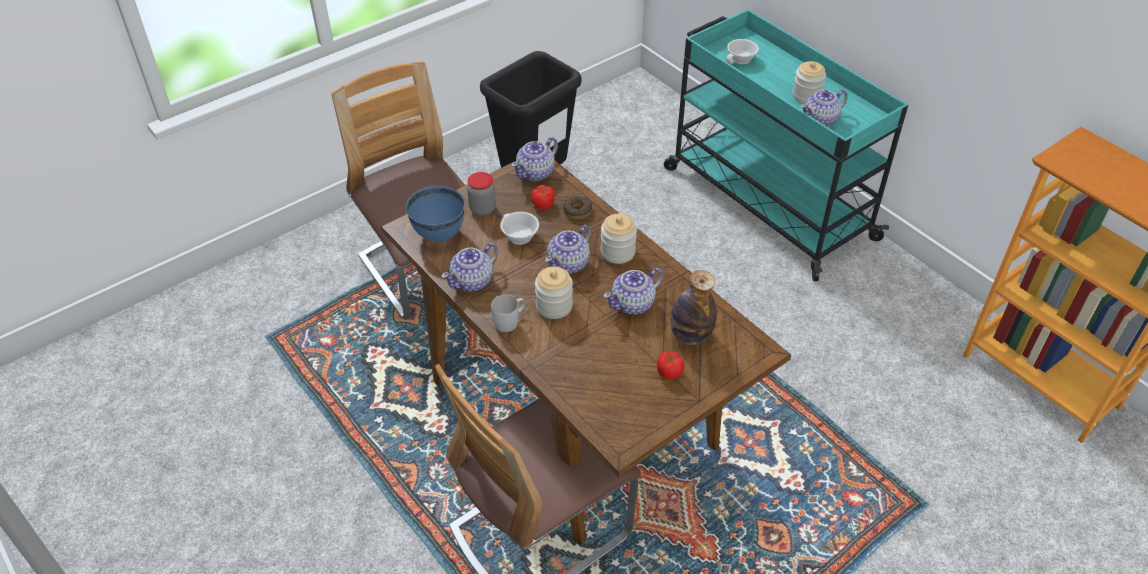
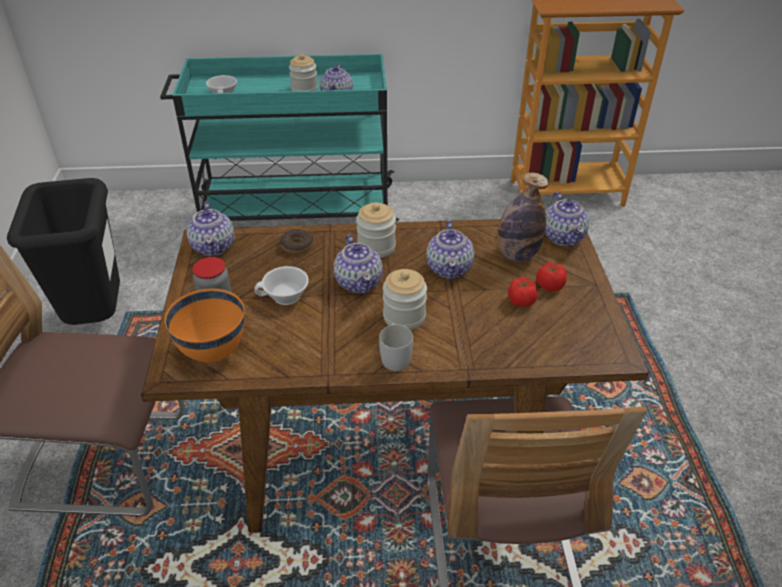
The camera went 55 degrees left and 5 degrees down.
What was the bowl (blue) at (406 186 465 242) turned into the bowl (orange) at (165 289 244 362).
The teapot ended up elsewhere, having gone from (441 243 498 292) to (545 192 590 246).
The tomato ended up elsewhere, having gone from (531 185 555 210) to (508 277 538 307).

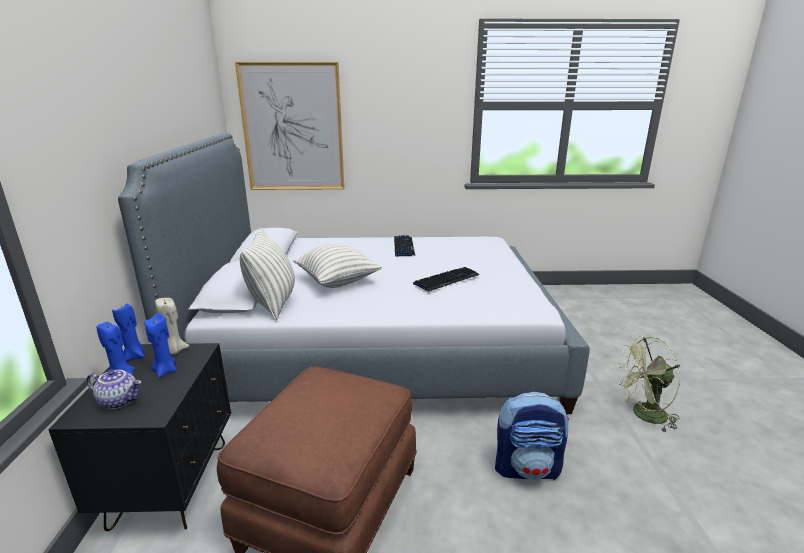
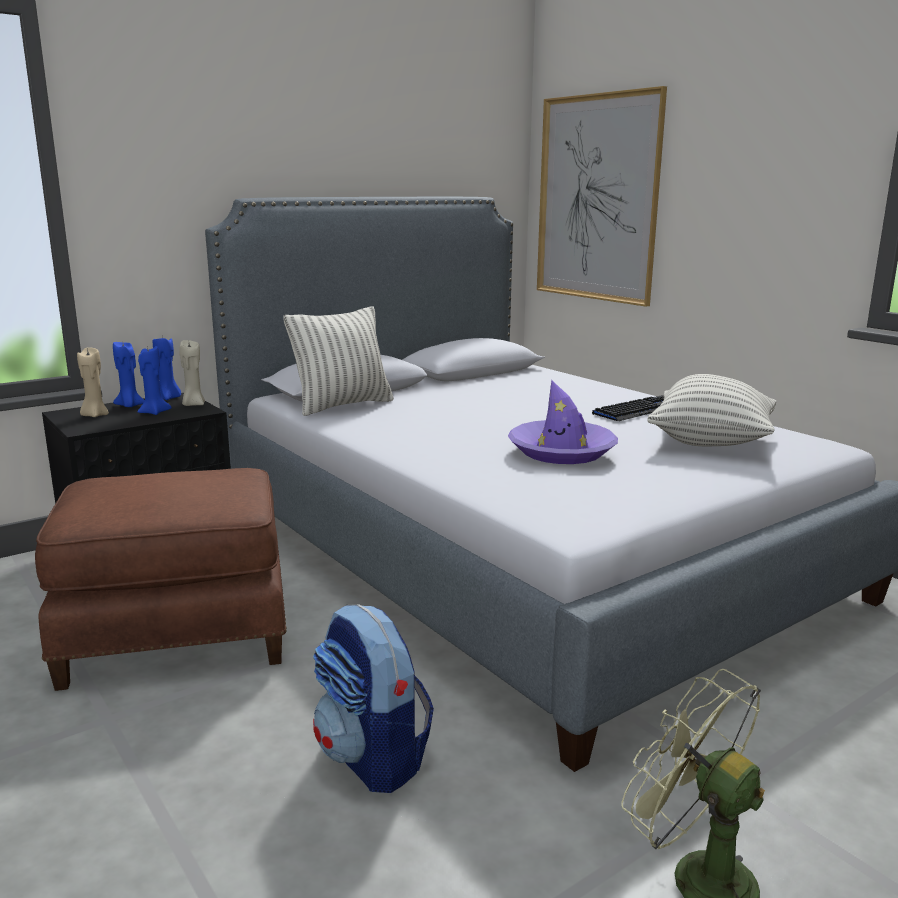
The camera went 55 degrees right and 5 degrees down.
Where the teapot stood at (86 370 141 409), the candle (beige) came to stand at (77 347 109 417).
The pillow ended up elsewhere, having gone from (293 244 382 288) to (647 374 777 446).
Where the keyboard stood at (413 267 479 292), the hat (purple) came to stand at (508 380 618 464).

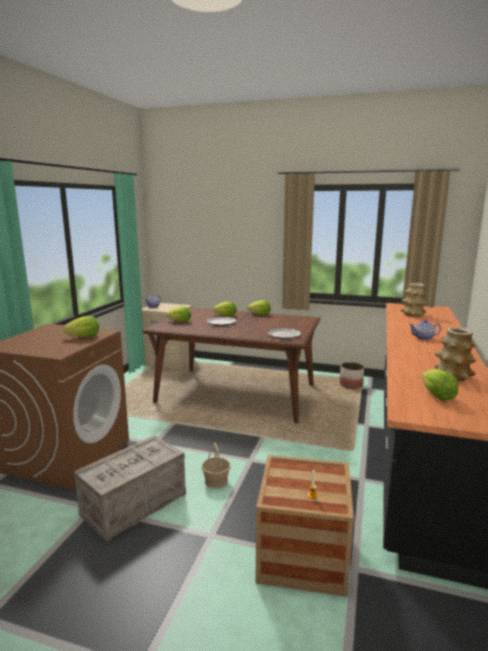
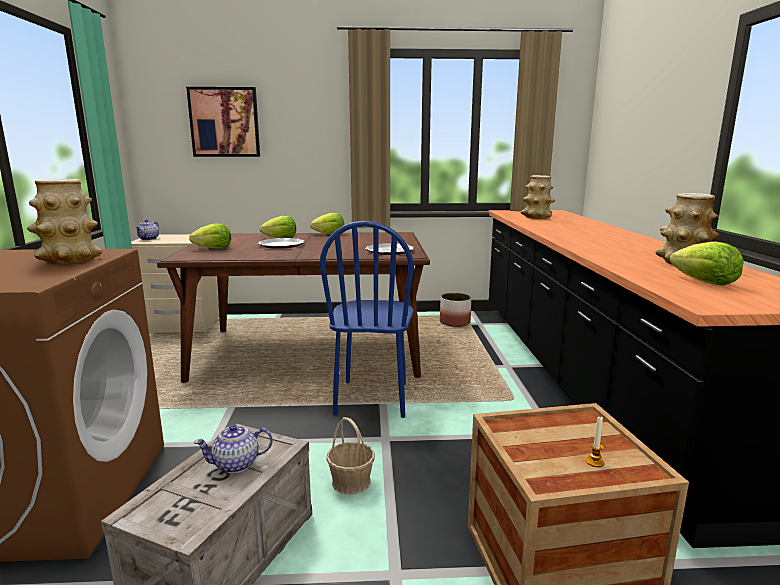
The camera went 20 degrees left and 0 degrees up.
Where the lettuce stood at (63 316 99 337), the vase came to stand at (27 179 103 264).
The teapot ended up elsewhere, having gone from (409 320 441 340) to (194 425 273 473).
The second view gained the picture at (186 87 260 157).
The second view gained the chair (blue) at (320 221 414 418).

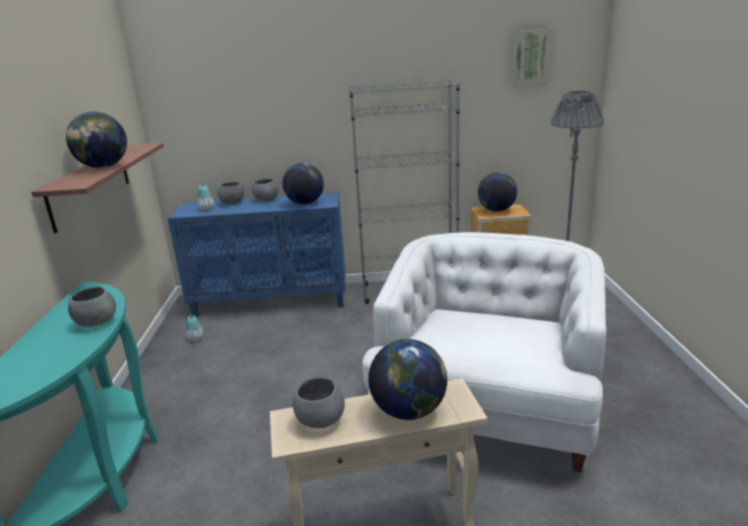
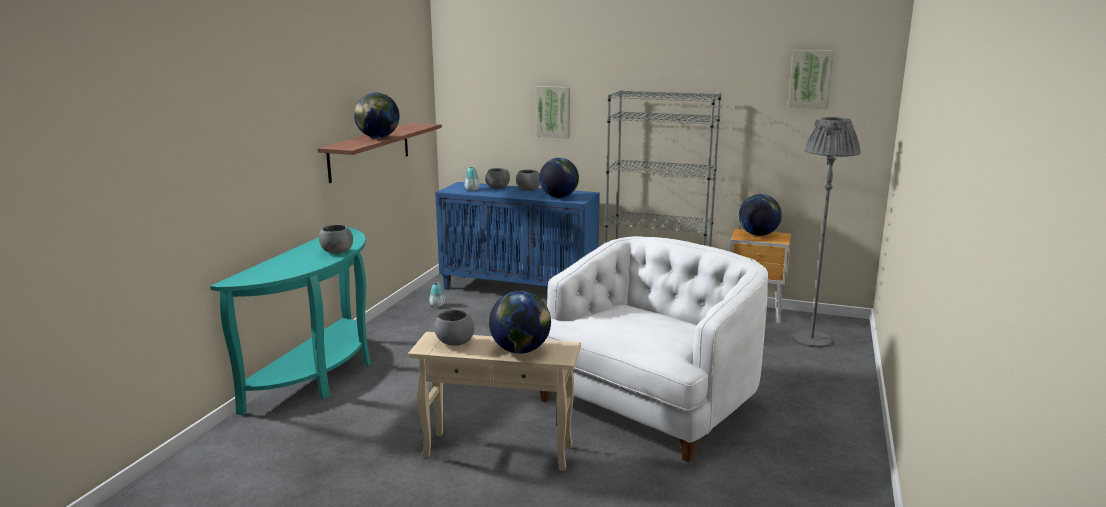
The camera went 20 degrees right and 5 degrees down.
The second view gained the picture at (536 86 570 138).

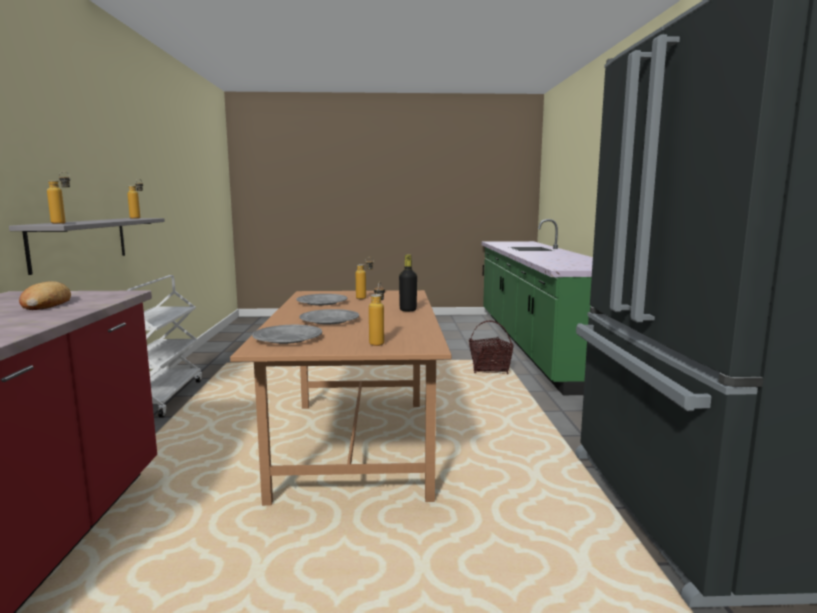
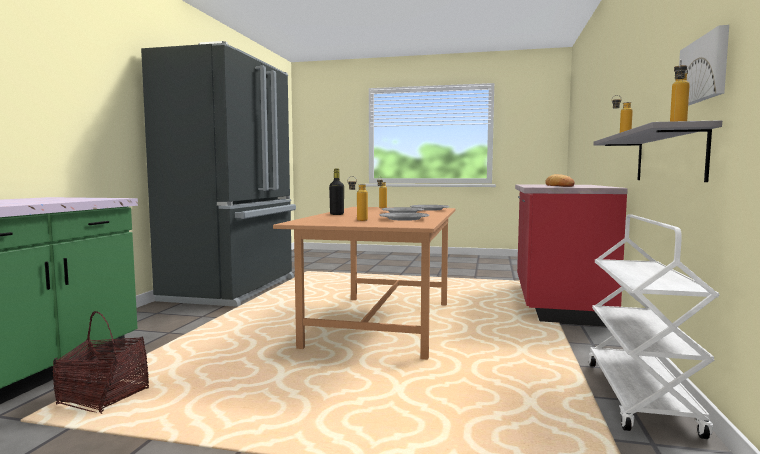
The camera went 165 degrees left and 5 degrees down.
The second view gained the picture at (679 25 729 106).

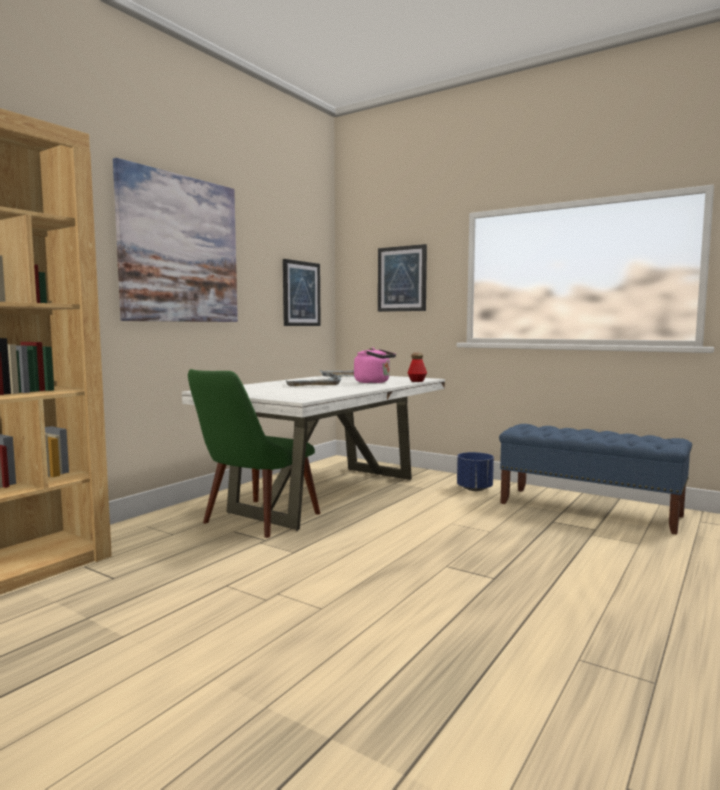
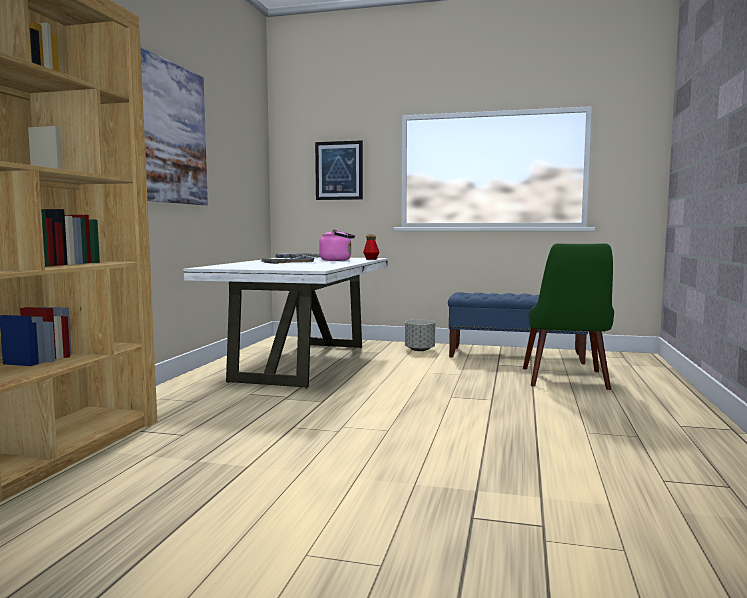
The camera went 20 degrees left and 0 degrees up.
The chair (green) ended up elsewhere, having gone from (188 369 320 538) to (523 243 614 390).
The second view lost the picture at (283 259 321 326).
What was the planter (blue) at (457 452 494 491) turned into the planter (grey) at (405 320 435 351).

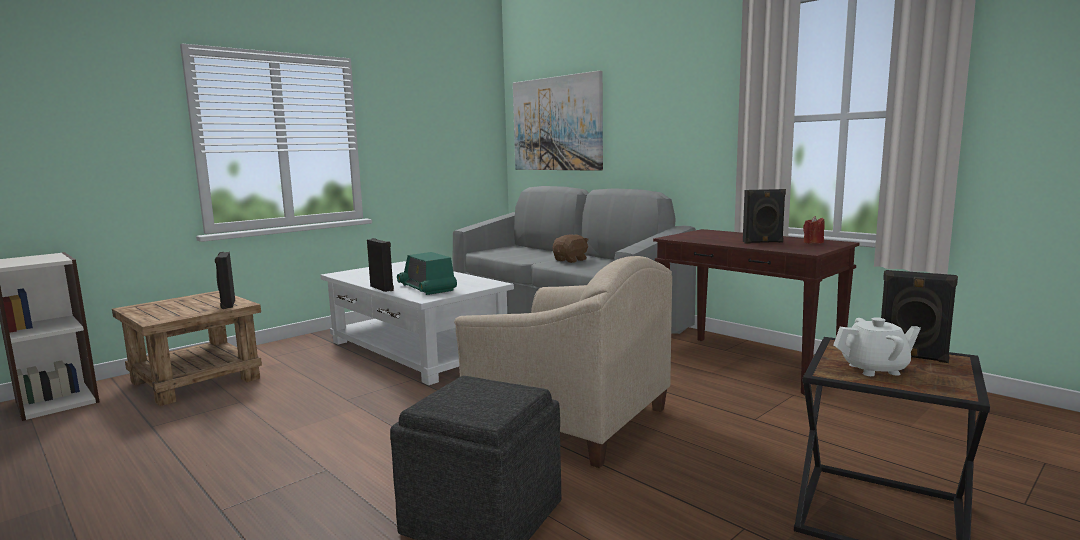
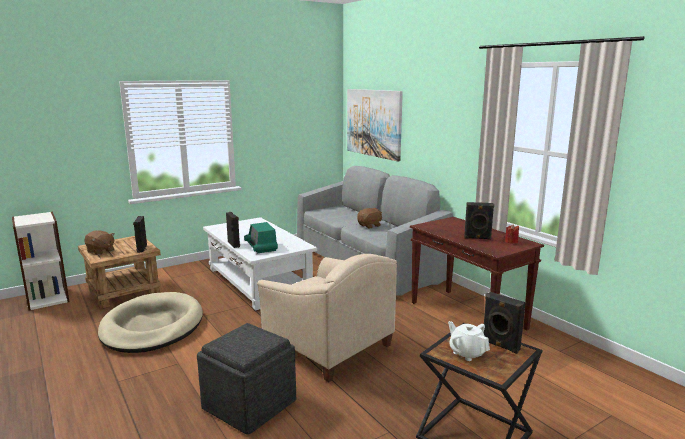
The camera went 10 degrees right and 5 degrees up.
The teapot (white) at (833 317 921 376) ended up facing another way, 135 degrees counterclockwise from before.
The second view gained the plush toy (brown) at (84 230 115 255).
The second view gained the dog bed (beige) at (98 292 203 353).

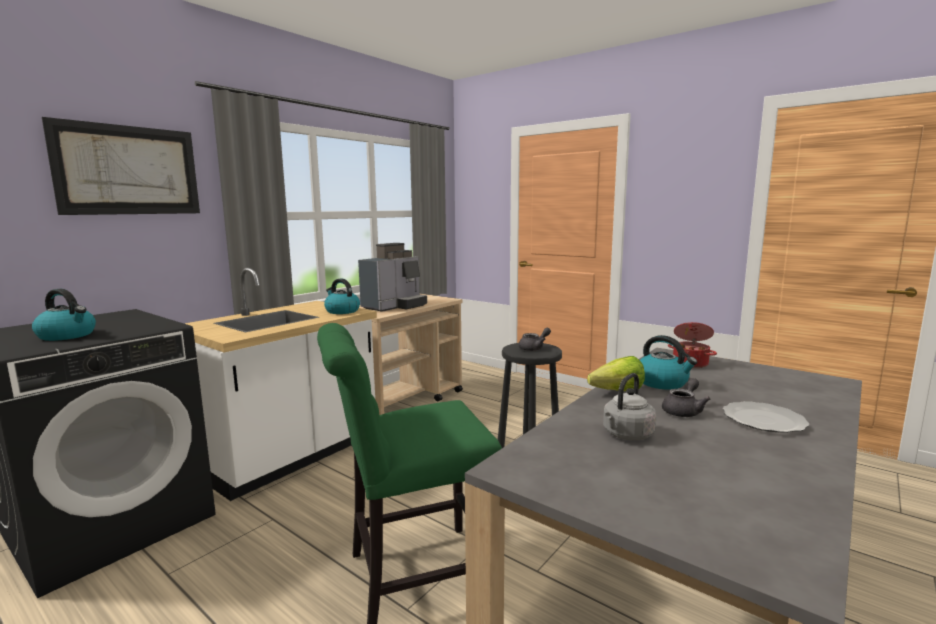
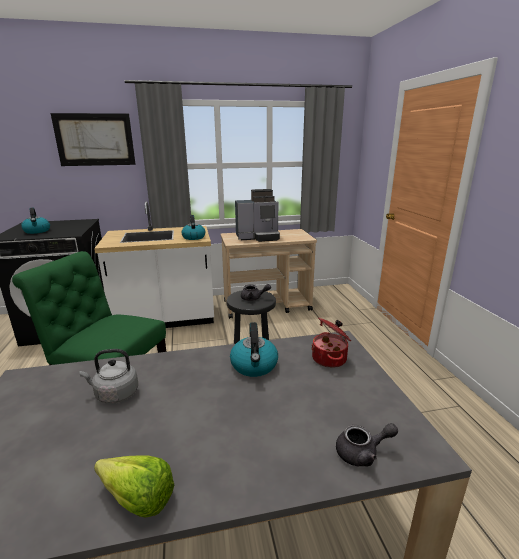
The camera went 40 degrees right and 10 degrees up.
The lettuce ended up elsewhere, having gone from (587 356 645 391) to (94 456 174 517).
The teapot (grey) ended up elsewhere, having gone from (662 378 710 417) to (336 423 398 467).
The second view lost the plate at (723 401 809 433).

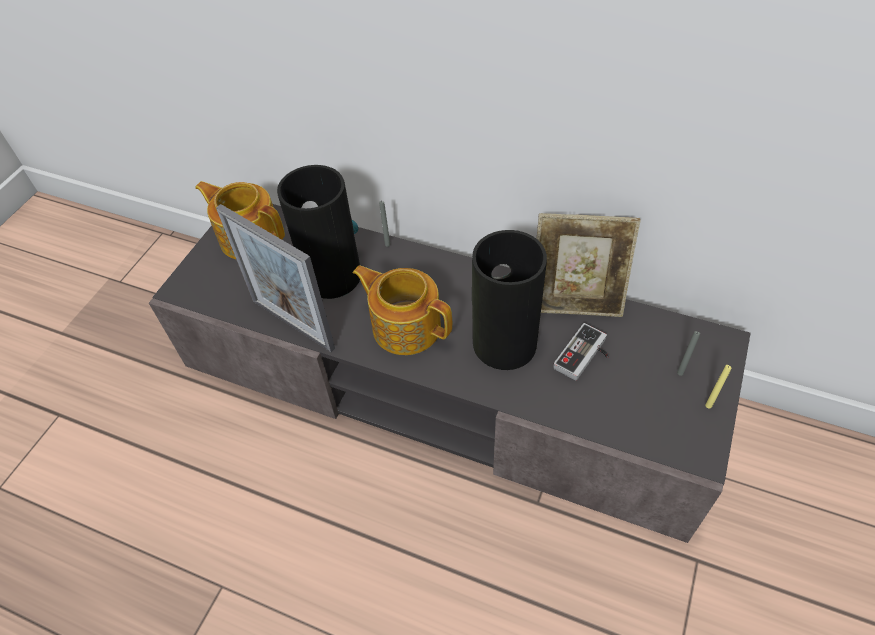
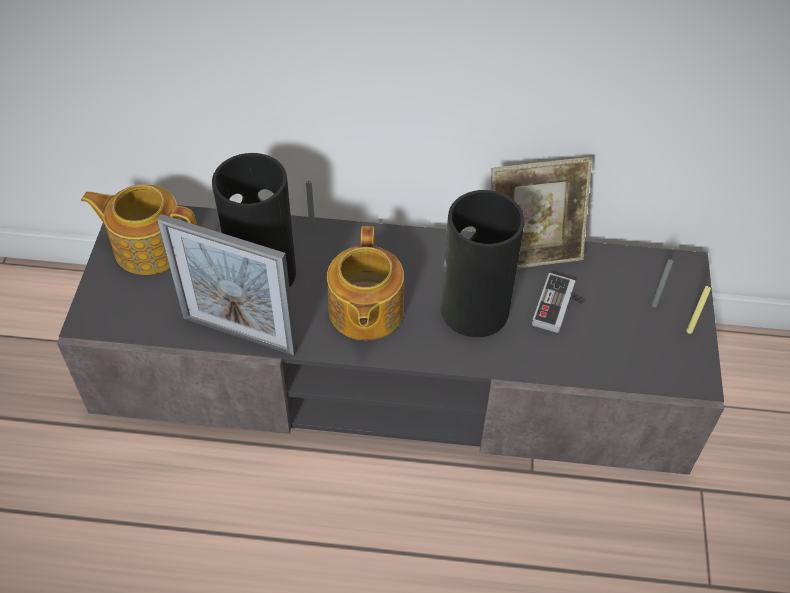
The camera went 20 degrees left and 0 degrees up.
The teapot at (352 265 452 355) ended up facing another way, 105 degrees counterclockwise from before.

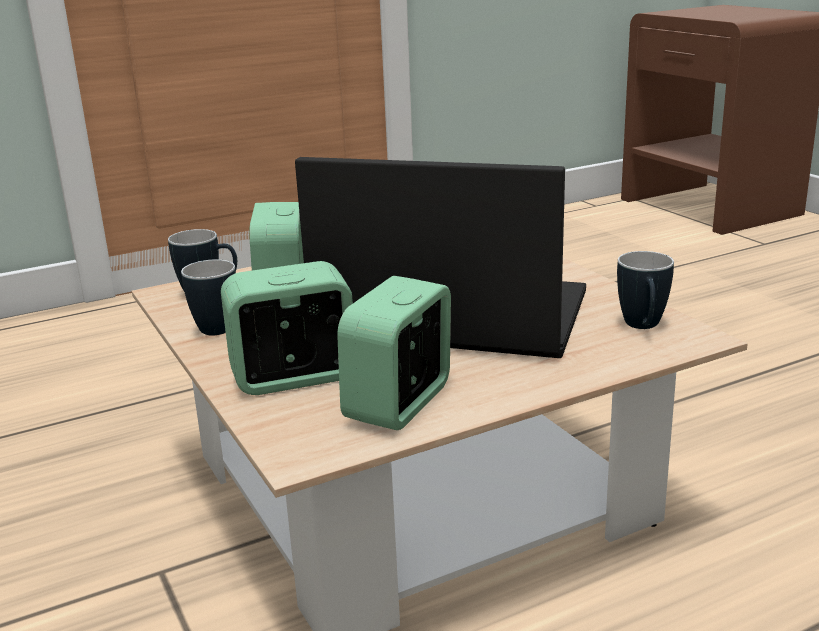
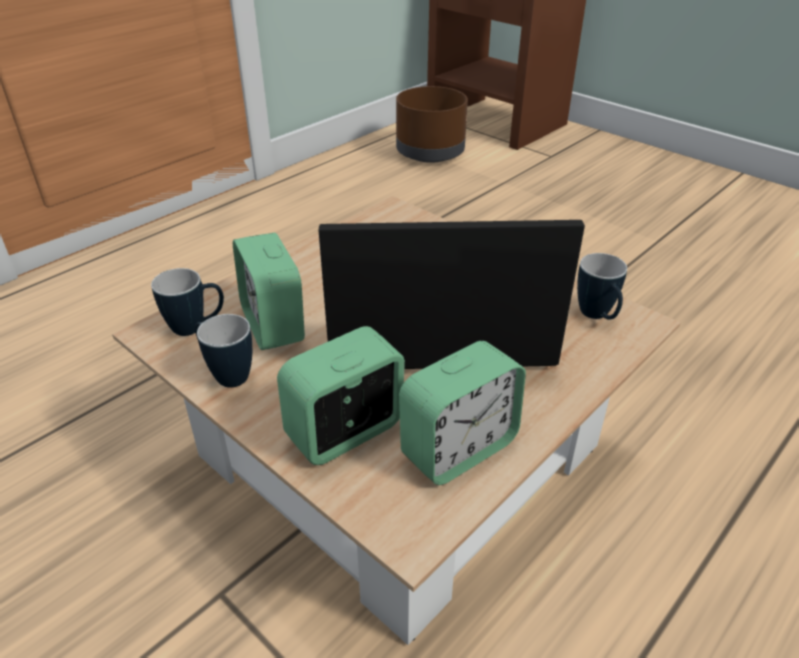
The camera went 20 degrees left and 15 degrees up.
The alarm clock at (337 276 451 430) ended up facing another way, 135 degrees counterclockwise from before.
The second view gained the planter (brown) at (396 86 468 163).

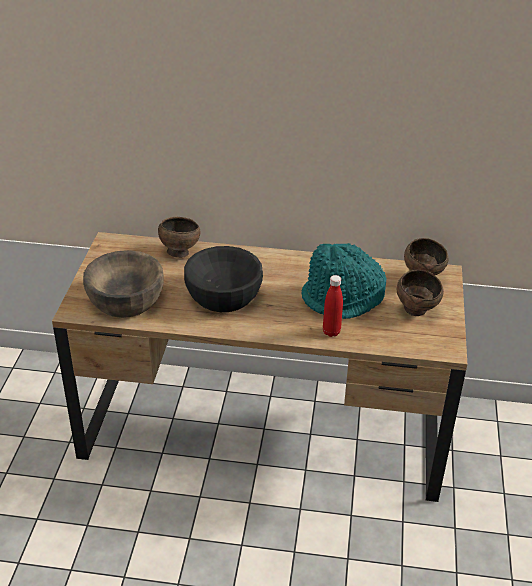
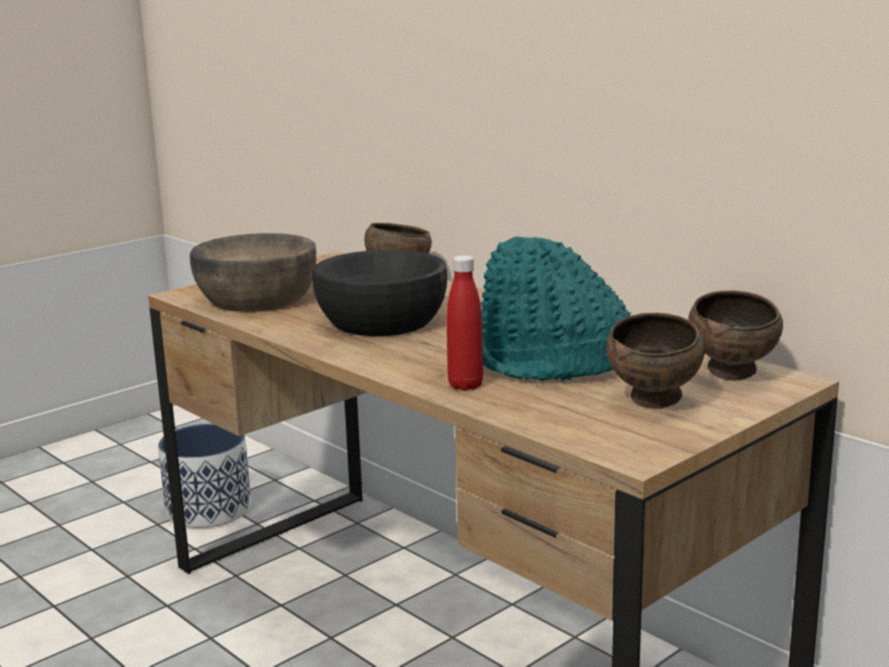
The camera went 40 degrees right and 20 degrees down.
The second view gained the planter at (158 424 251 528).

